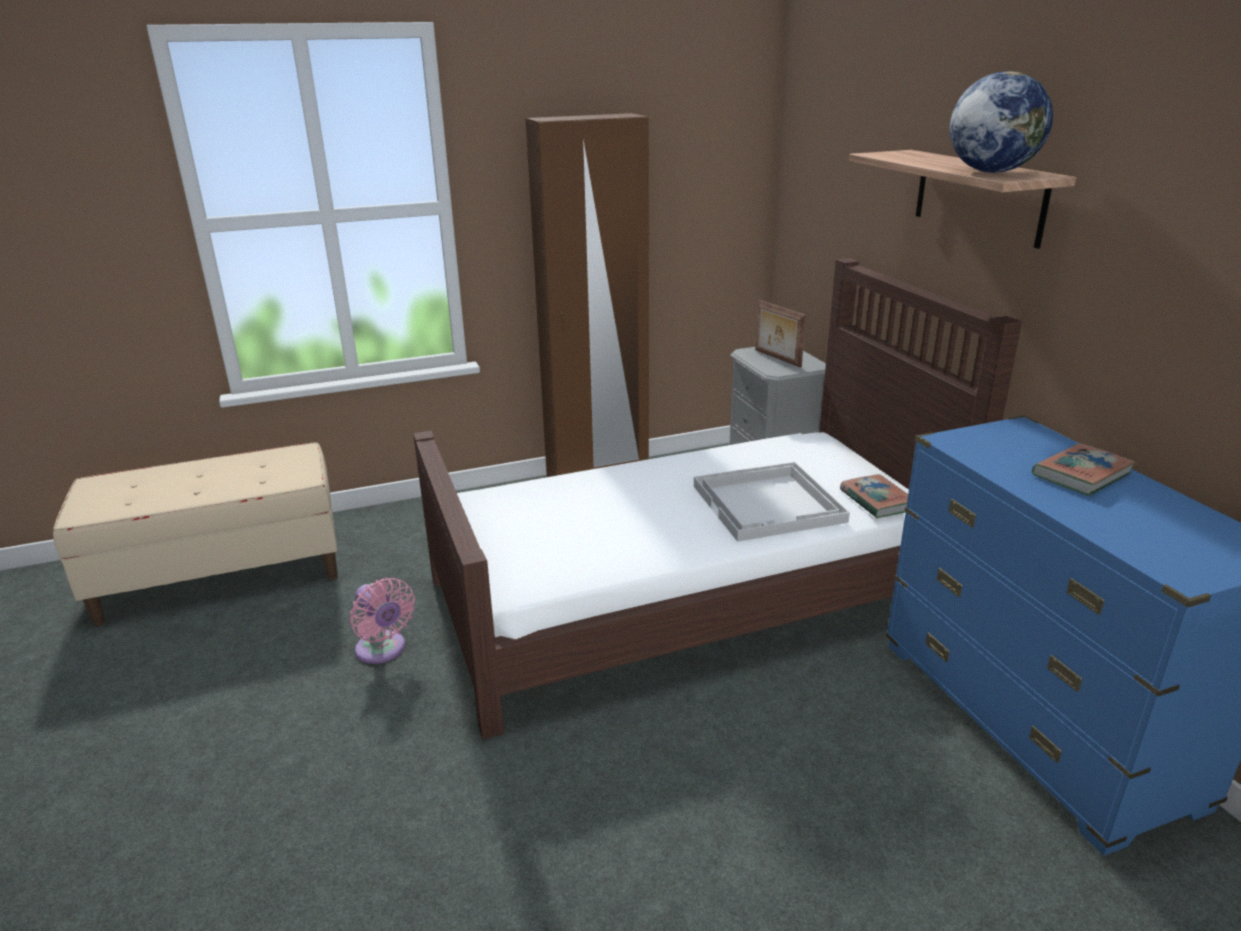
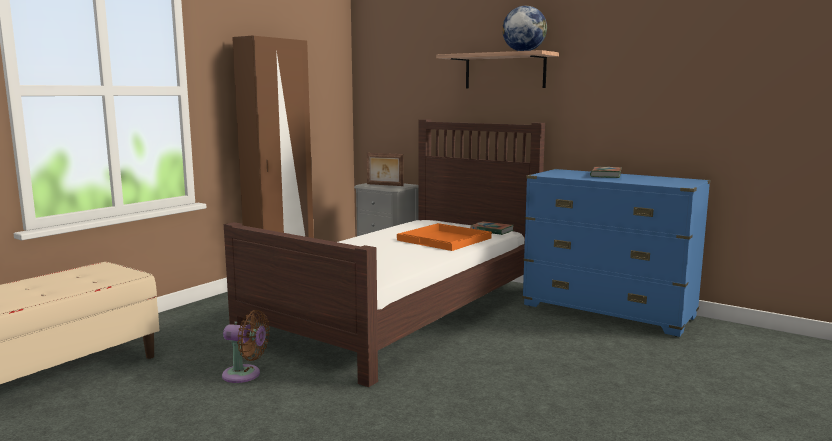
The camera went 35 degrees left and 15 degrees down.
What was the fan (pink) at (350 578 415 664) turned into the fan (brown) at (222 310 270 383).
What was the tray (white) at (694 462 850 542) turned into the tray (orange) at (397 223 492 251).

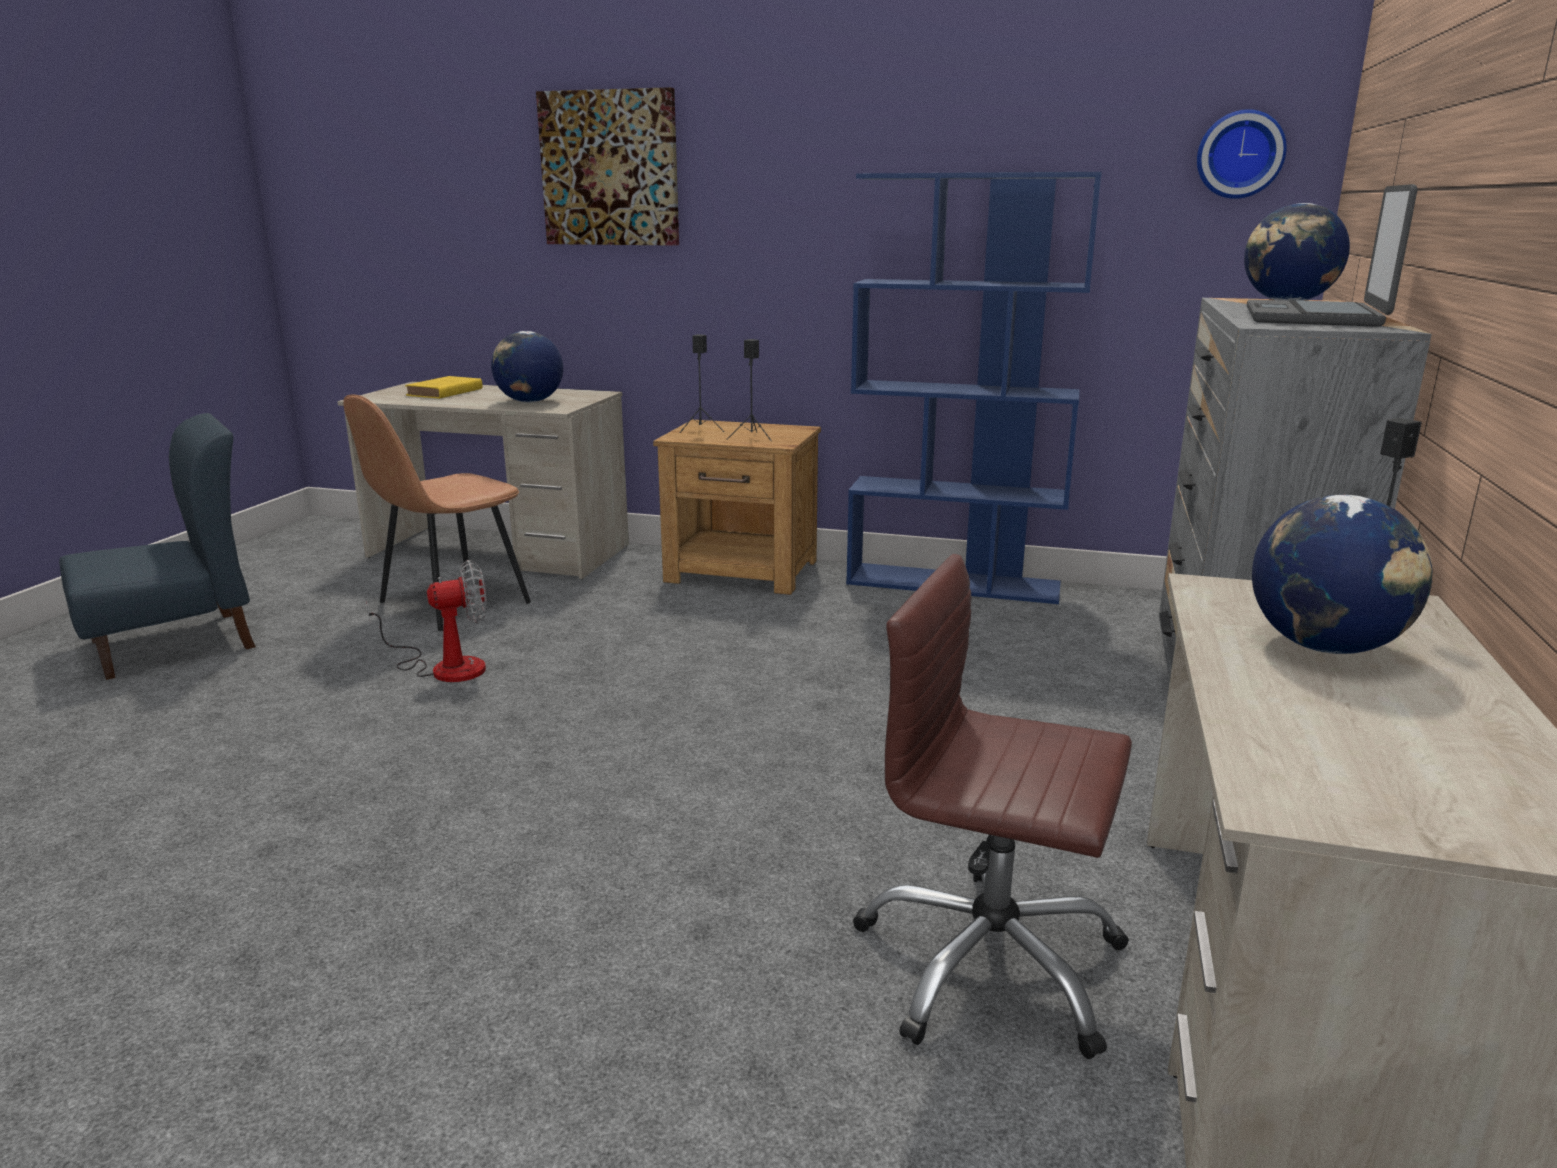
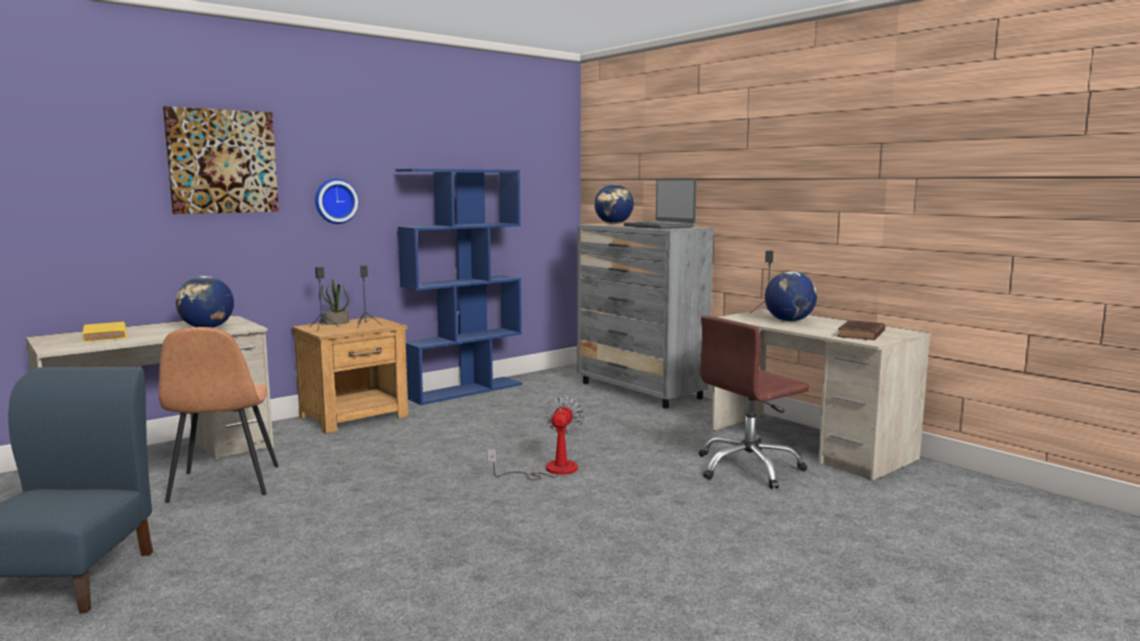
The camera went 55 degrees left and 10 degrees down.
The fan ended up elsewhere, having gone from (367 560 487 682) to (487 395 584 480).
The wall clock ended up elsewhere, having gone from (1197 109 1287 199) to (315 179 359 224).
The second view gained the potted plant at (321 279 349 325).
The second view gained the book (brown) at (837 320 885 340).

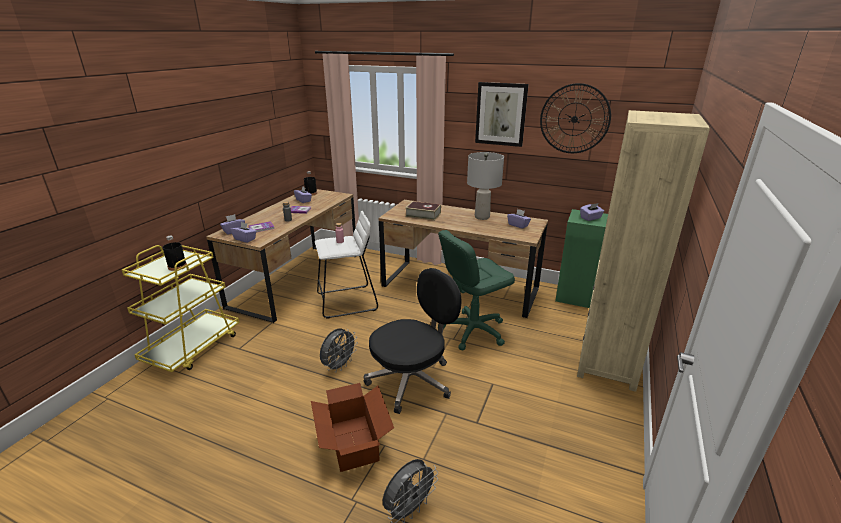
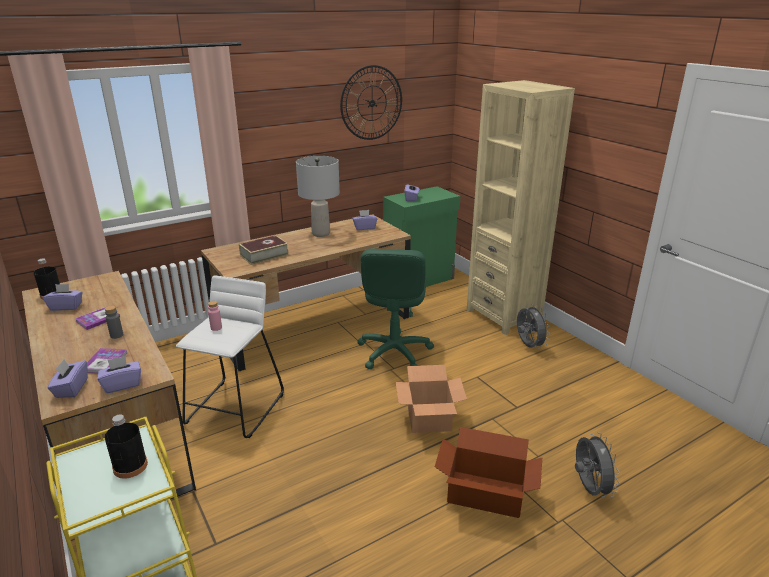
The camera went 55 degrees left and 0 degrees up.
The fan (grey) ended up elsewhere, having gone from (320 328 358 373) to (517 304 550 349).
Where the office chair (black) stood at (363 268 462 414), the cardboard box came to stand at (396 365 467 433).
The second view lost the picture at (475 82 529 147).

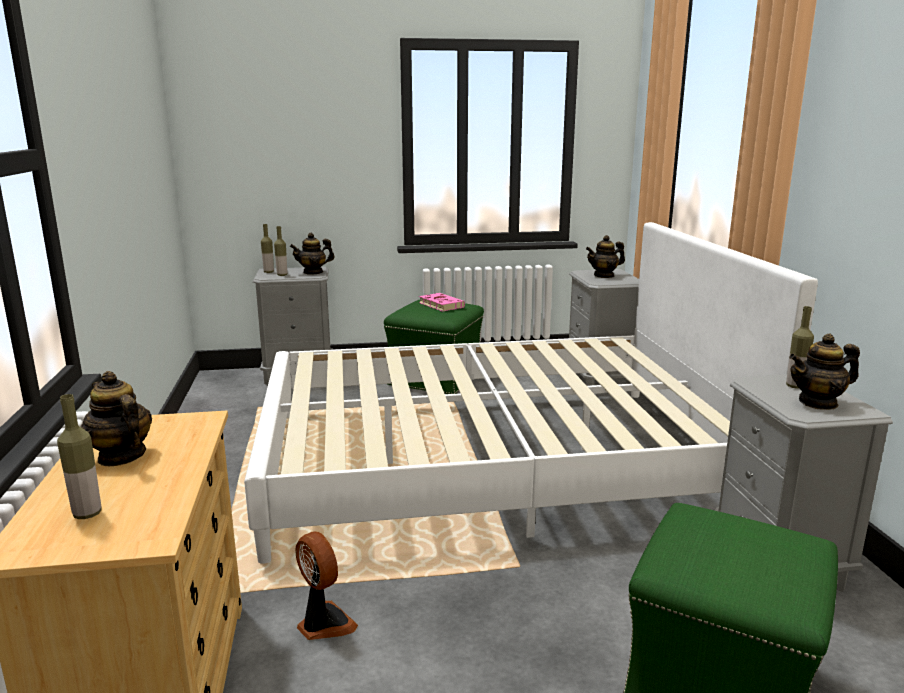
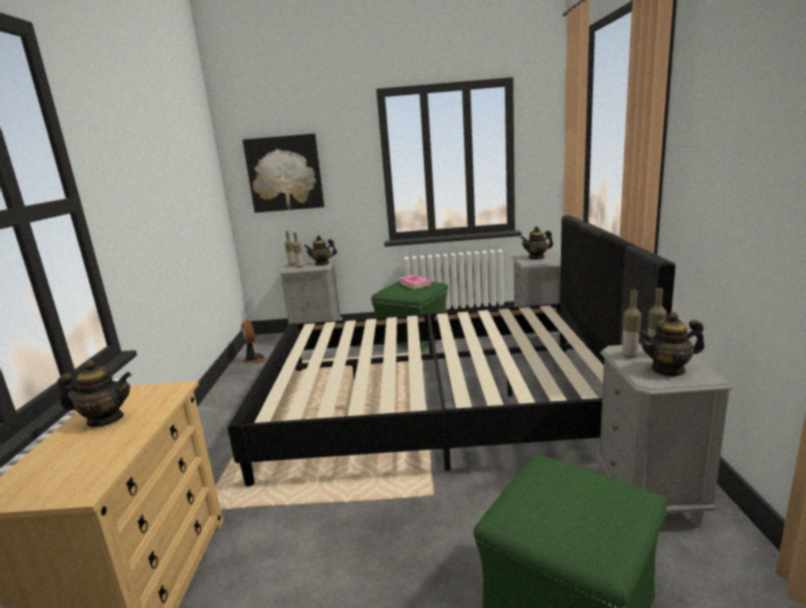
The camera went 10 degrees right and 0 degrees up.
The bottle ended up elsewhere, having gone from (57 394 102 519) to (622 290 641 358).
The teapot at (80 371 152 466) ended up facing another way, 120 degrees clockwise from before.
What was the bed (white) at (244 222 818 564) turned into the bed (black) at (227 215 675 486).
The fan ended up elsewhere, having gone from (295 532 358 640) to (241 321 267 363).
The second view gained the picture at (243 134 324 213).

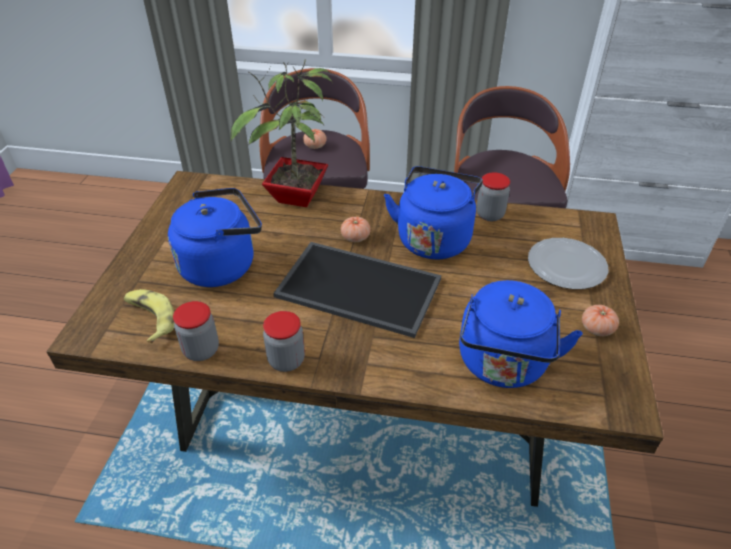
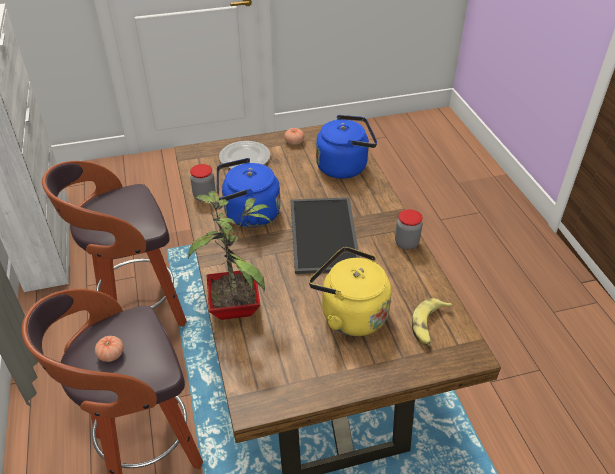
The camera went 115 degrees left and 0 degrees up.
What was the kettle (blue) at (168 188 262 287) turned into the kettle (yellow) at (309 247 392 336).
The second view lost the jar at (173 301 219 361).
The second view lost the tomato at (341 217 371 242).

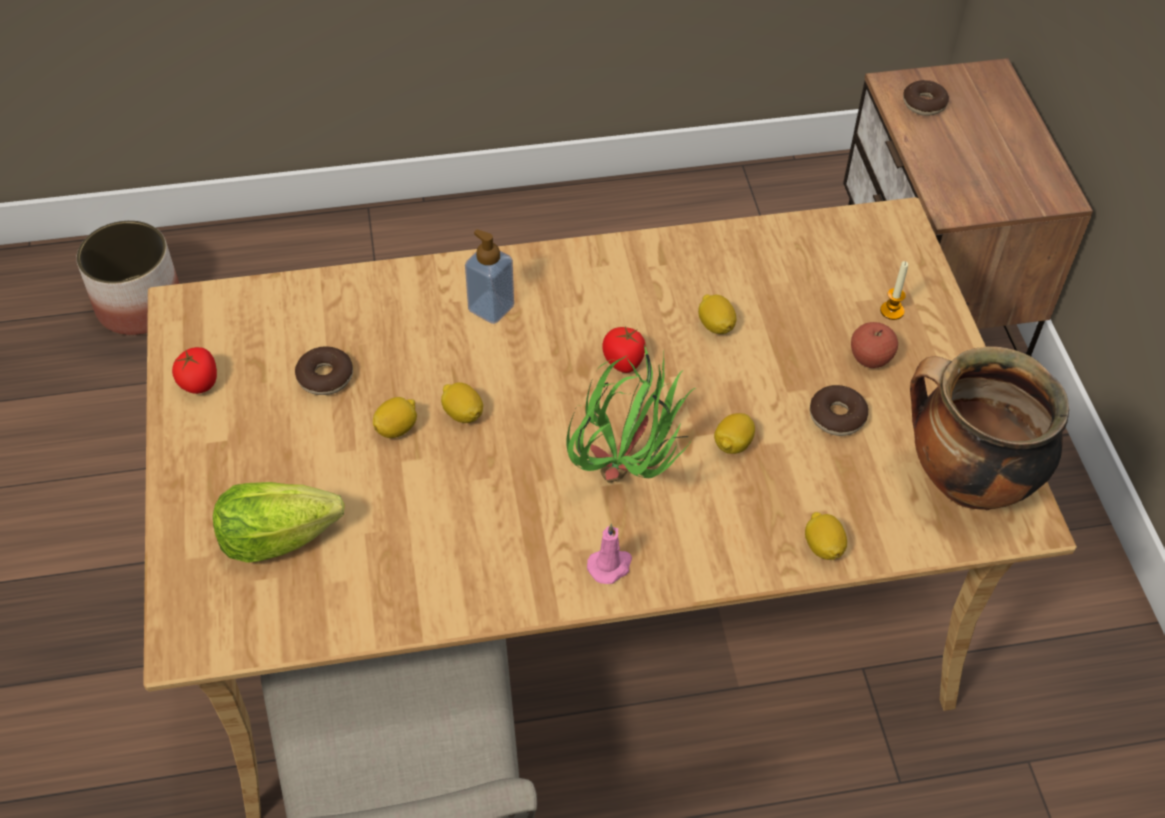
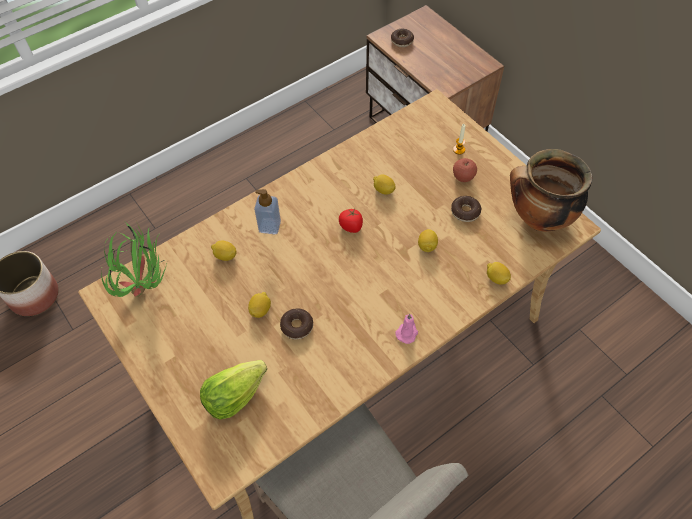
The camera went 25 degrees left and 5 degrees up.
The second view lost the tomato at (172 347 217 394).
The donut ended up elsewhere, having gone from (295 347 353 395) to (280 308 313 340).
The lemon ended up elsewhere, having gone from (441 382 483 423) to (211 241 237 261).
The potted plant ended up elsewhere, having gone from (566 343 697 483) to (101 221 167 297).

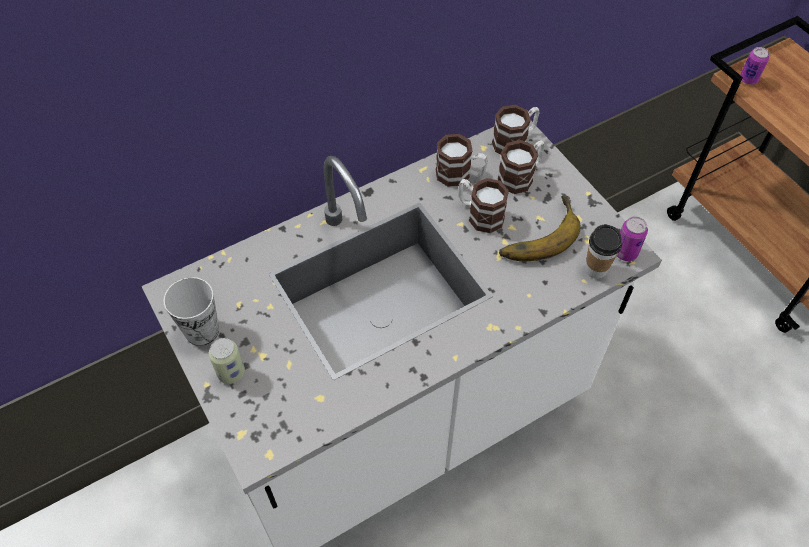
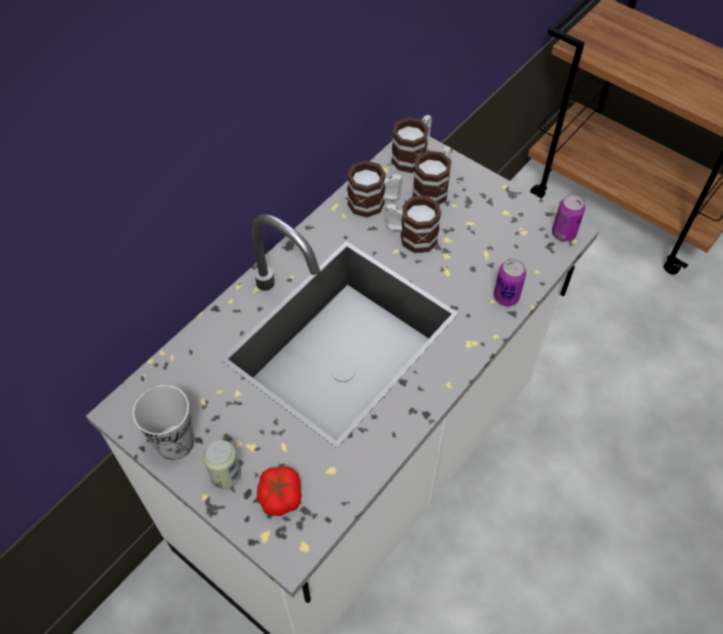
The camera went 20 degrees left and 0 degrees up.
The second view lost the banana at (499 196 580 261).
The second view lost the cup at (585 224 622 279).
The can ended up elsewhere, having gone from (740 47 769 85) to (494 259 526 306).
The second view gained the tomato at (257 466 302 516).

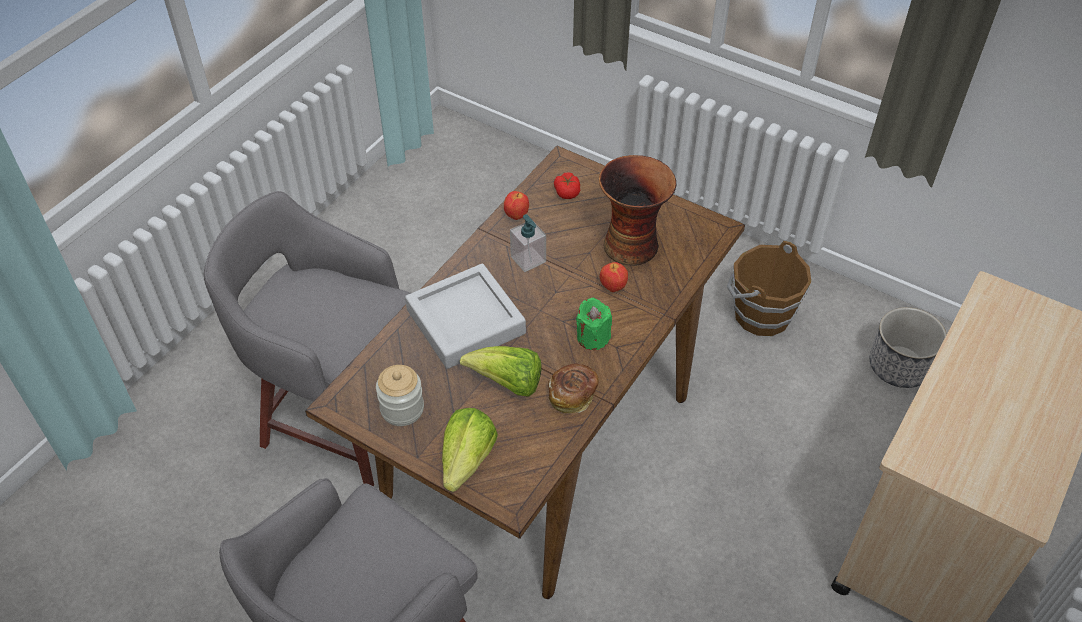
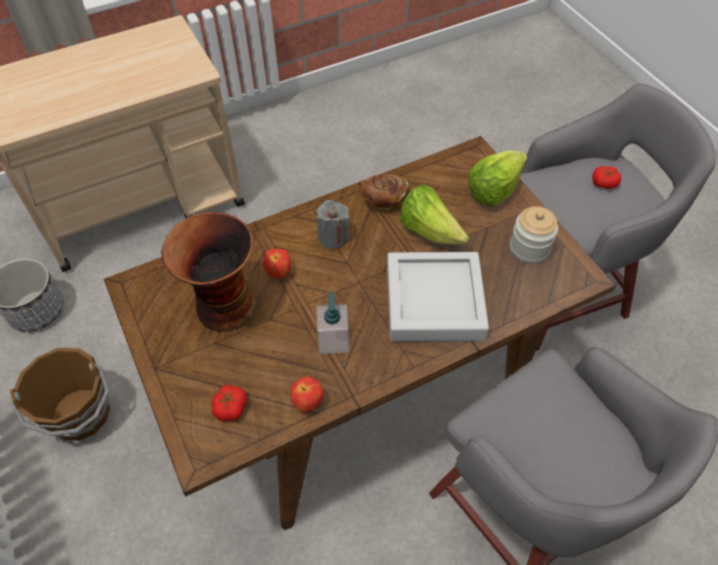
The camera went 150 degrees left and 5 degrees up.
What was the candle (green) at (576 298 612 350) turned into the candle (grey) at (316 200 349 249).
The second view gained the tomato at (592 166 621 189).

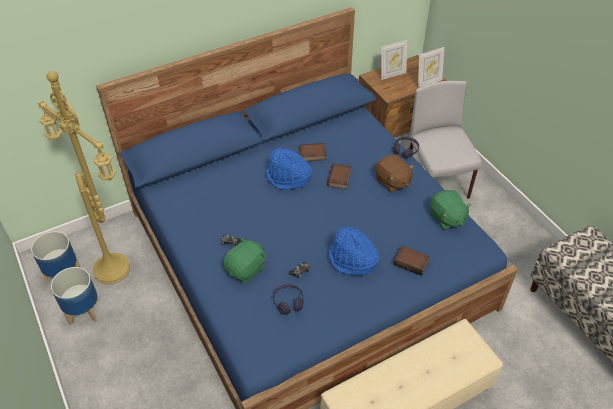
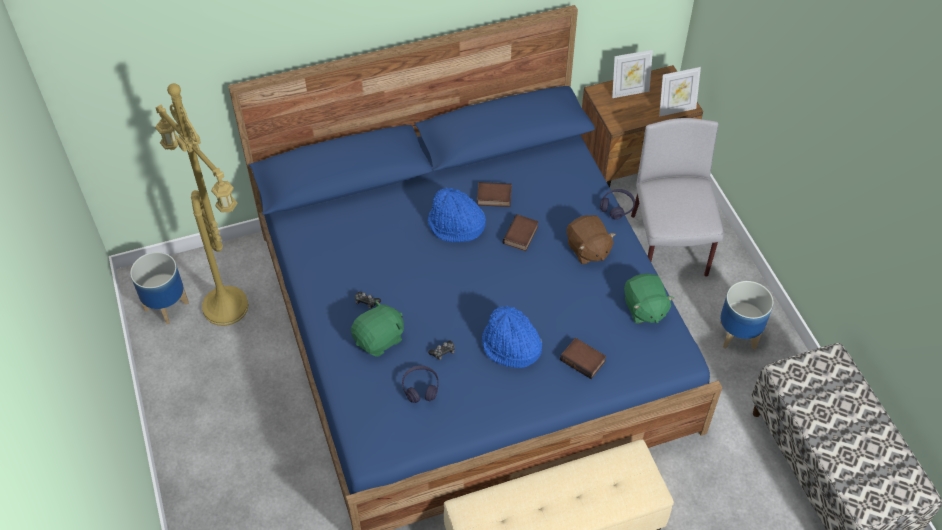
The camera went 10 degrees right and 5 degrees up.
The planter ended up elsewhere, having gone from (51 267 99 325) to (720 281 774 350).

